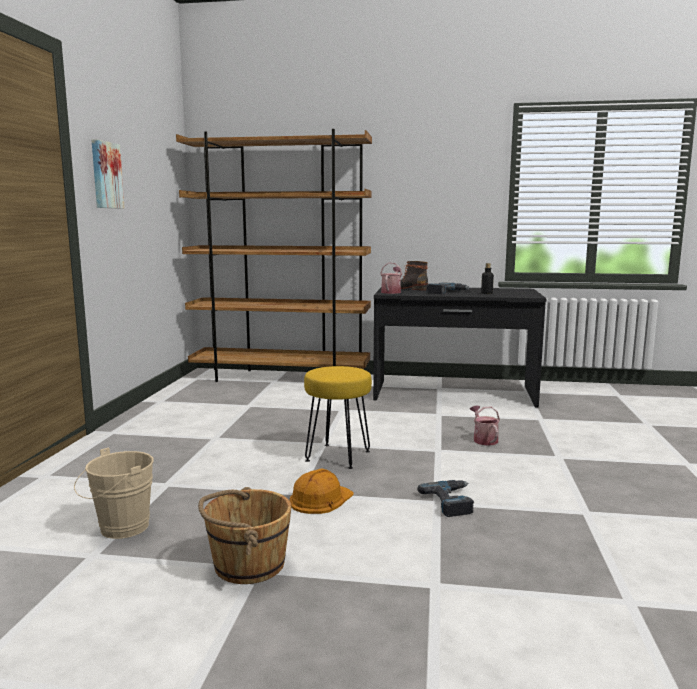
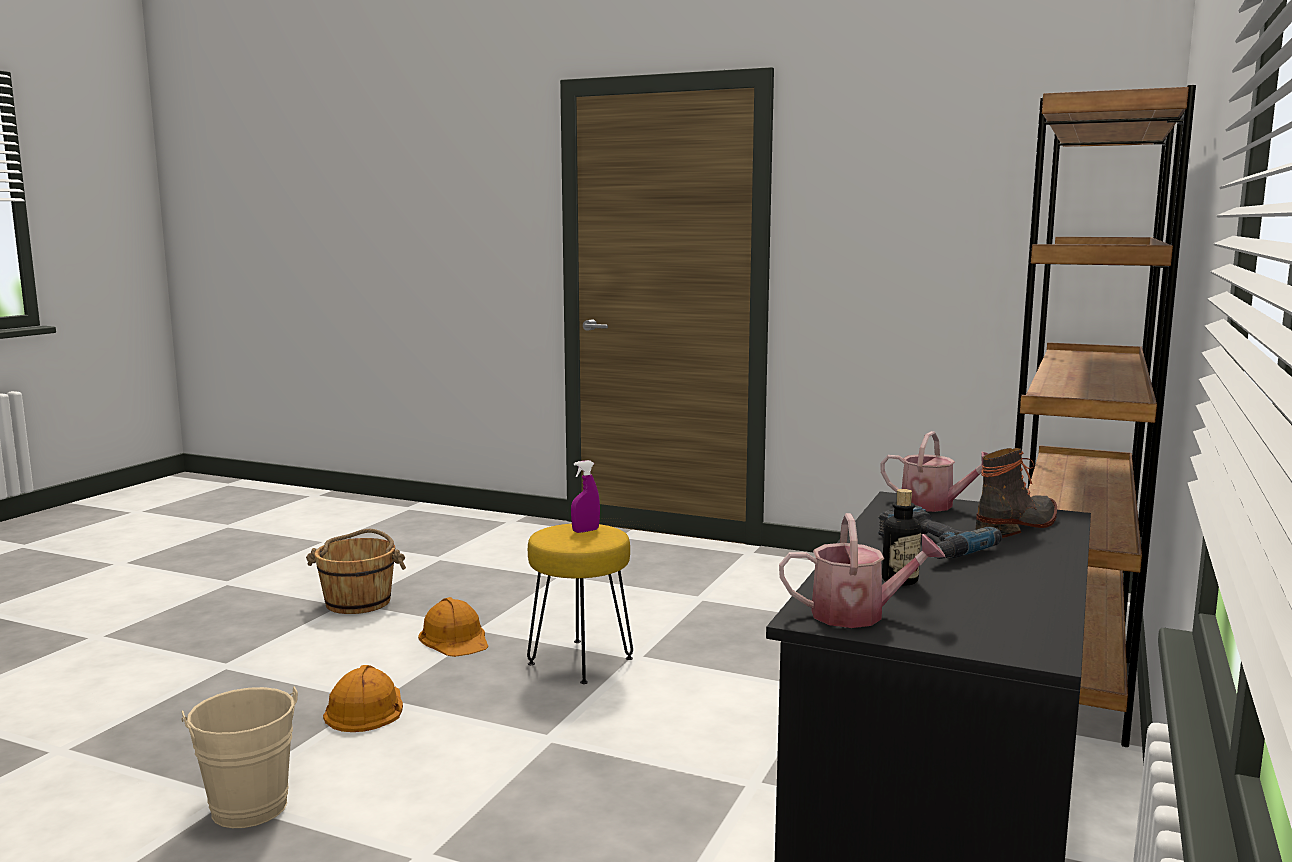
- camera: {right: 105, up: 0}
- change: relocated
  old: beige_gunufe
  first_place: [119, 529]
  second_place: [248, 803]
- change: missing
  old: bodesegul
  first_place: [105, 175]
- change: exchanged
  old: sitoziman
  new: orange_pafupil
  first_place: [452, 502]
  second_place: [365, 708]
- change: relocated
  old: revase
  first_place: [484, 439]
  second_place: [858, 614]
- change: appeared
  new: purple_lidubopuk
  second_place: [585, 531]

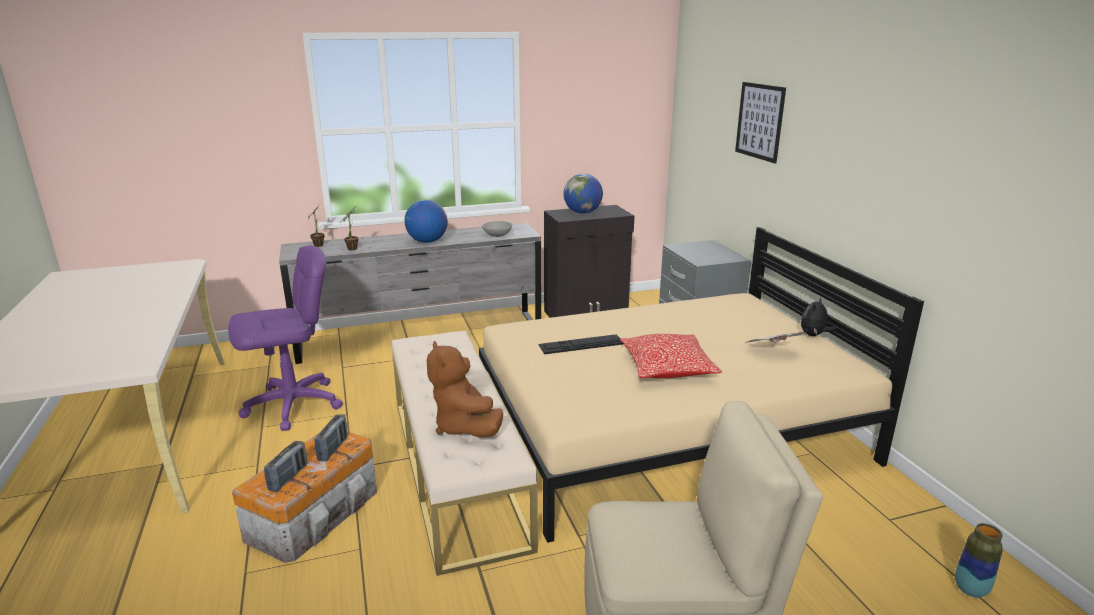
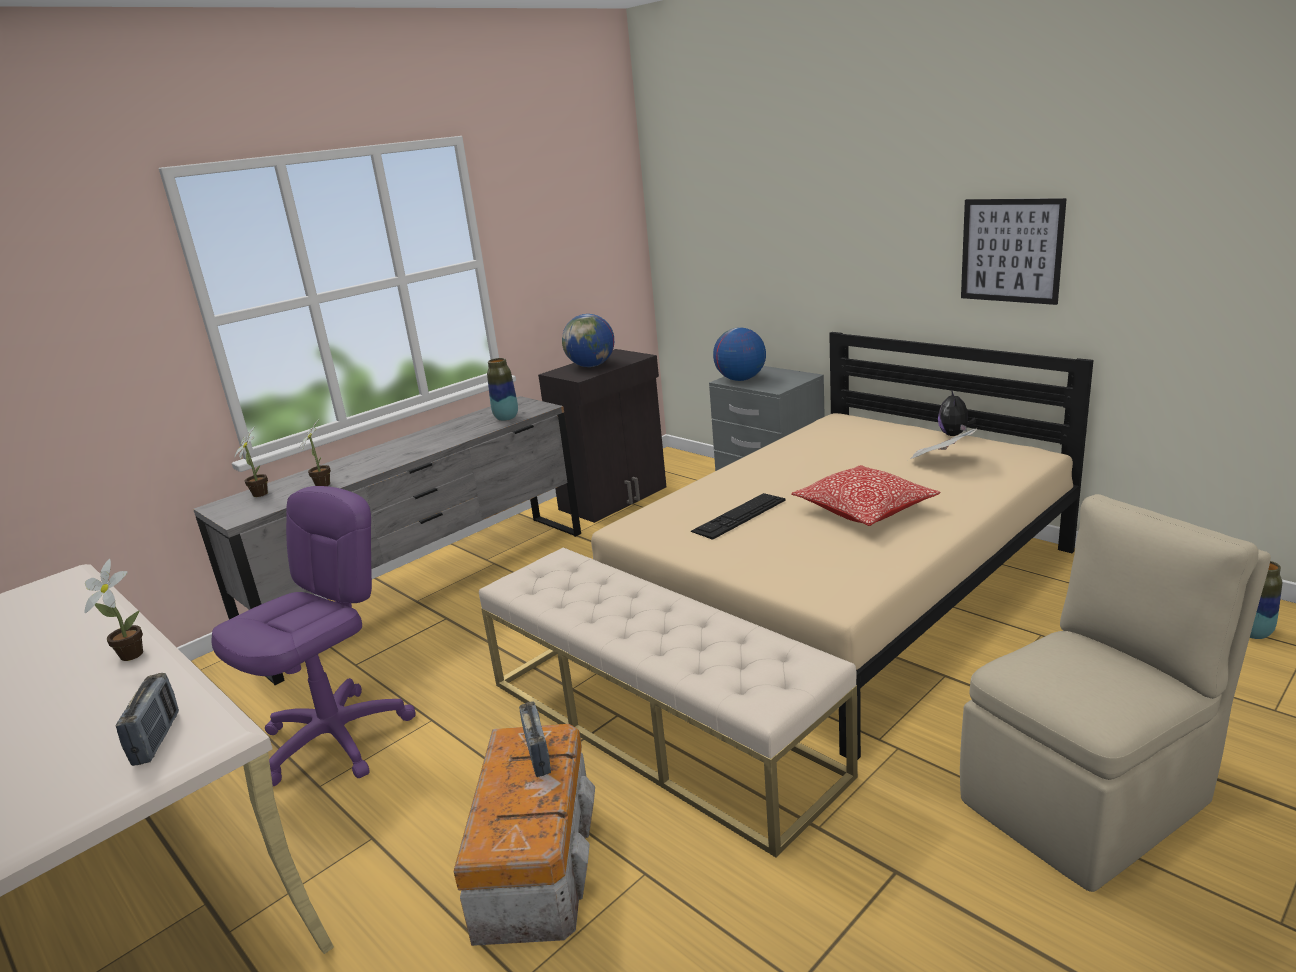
- camera: {right: -25, up: 0}
- change: relocated
  old: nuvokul
  first_place: [288, 477]
  second_place: [157, 738]
- change: relocated
  old: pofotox
  first_place: [427, 241]
  second_place: [740, 379]
- change: missing
  old: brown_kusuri
  first_place: [464, 427]
- change: exchanged
  old: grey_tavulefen
  new: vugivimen
  first_place: [497, 235]
  second_place: [506, 418]
- change: relocated
  old: bodesegul
  first_place: [759, 121]
  second_place: [1011, 250]
- change: appeared
  new: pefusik
  second_place: [130, 654]

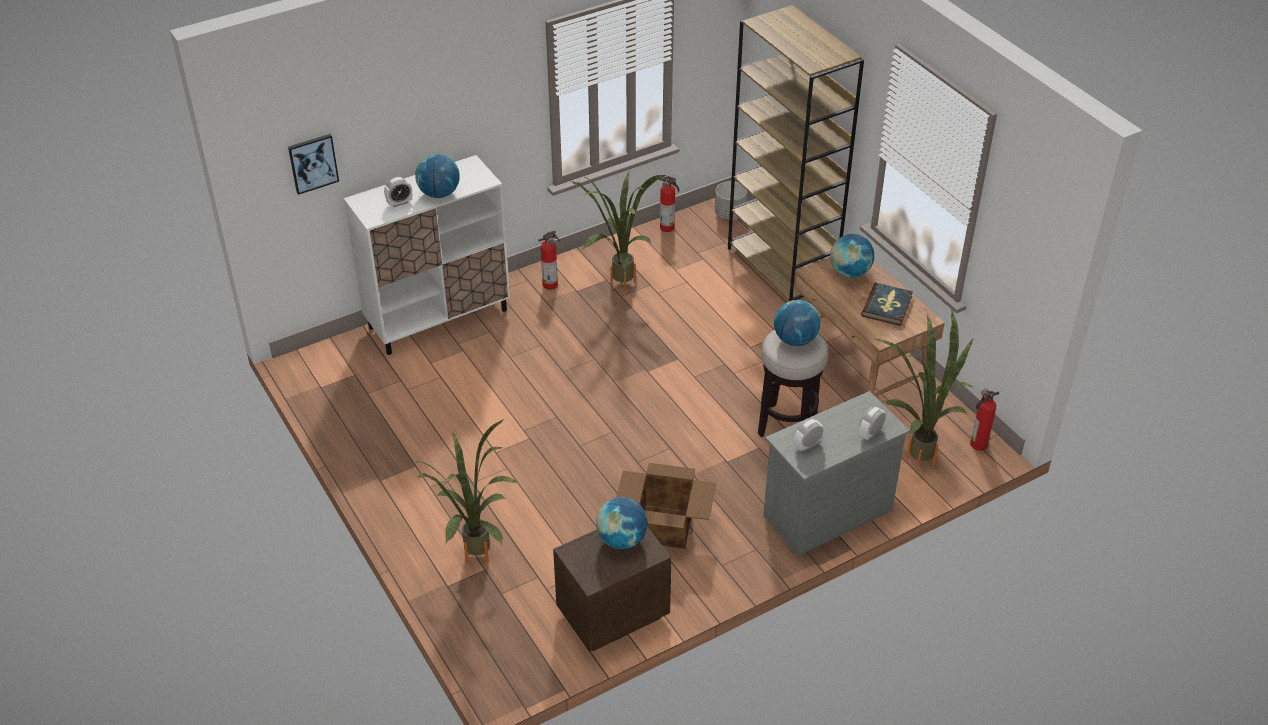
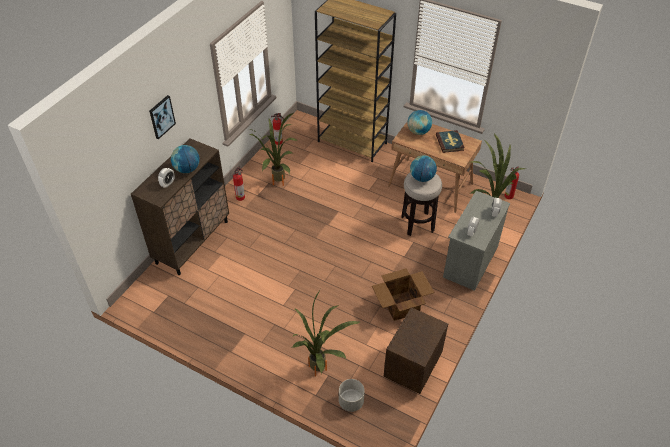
- camera: {right: -30, up: 5}
- change: relocated
  old: bodesegul
  first_place: [313, 163]
  second_place: [161, 117]
- change: colour
  old: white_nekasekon
  new: brown_nekasekon
  first_place: [438, 318]
  second_place: [192, 241]
- change: missing
  old: pofotox
  first_place: [621, 539]
- change: relocated
  old: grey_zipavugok
  first_place: [729, 214]
  second_place: [351, 402]

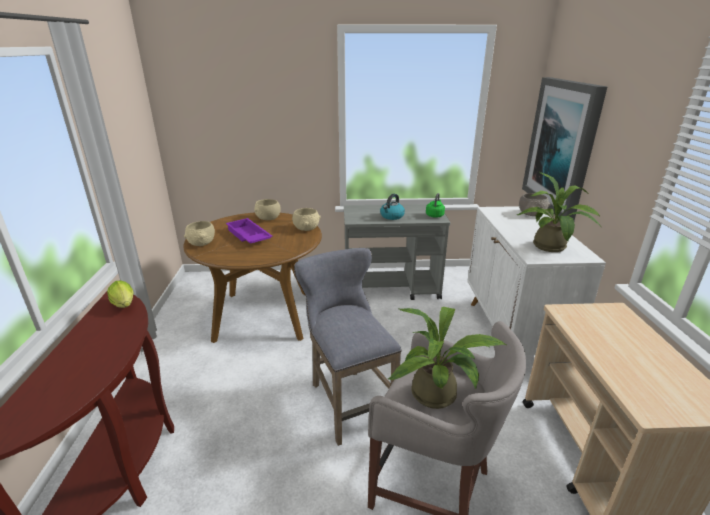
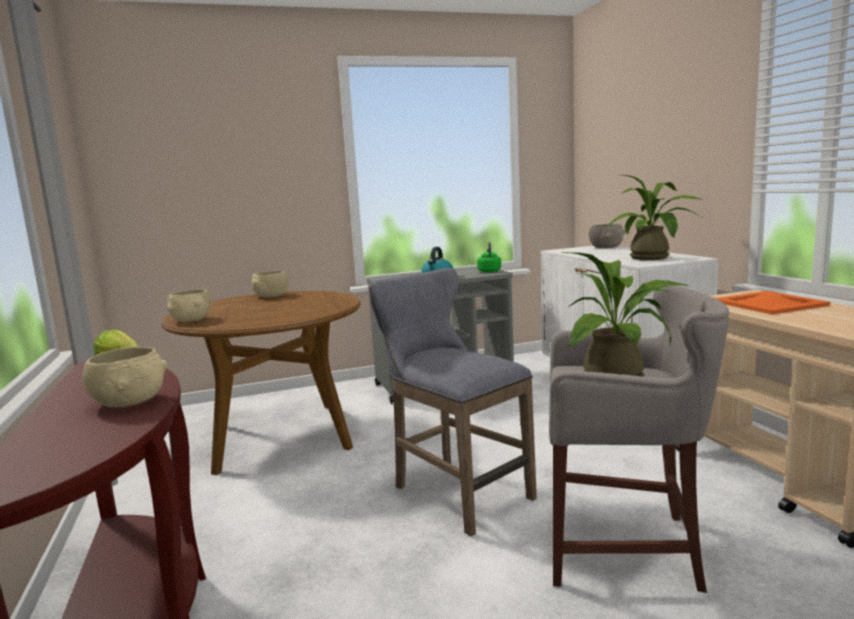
- camera: {right: -15, up: -15}
- change: missing
  old: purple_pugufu
  first_place: [248, 236]
- change: relocated
  old: beige_tavulefen
  first_place: [306, 228]
  second_place: [130, 401]
- change: missing
  old: bodesegul
  first_place: [561, 146]
- change: appeared
  new: orange_pugufu
  second_place: [769, 303]

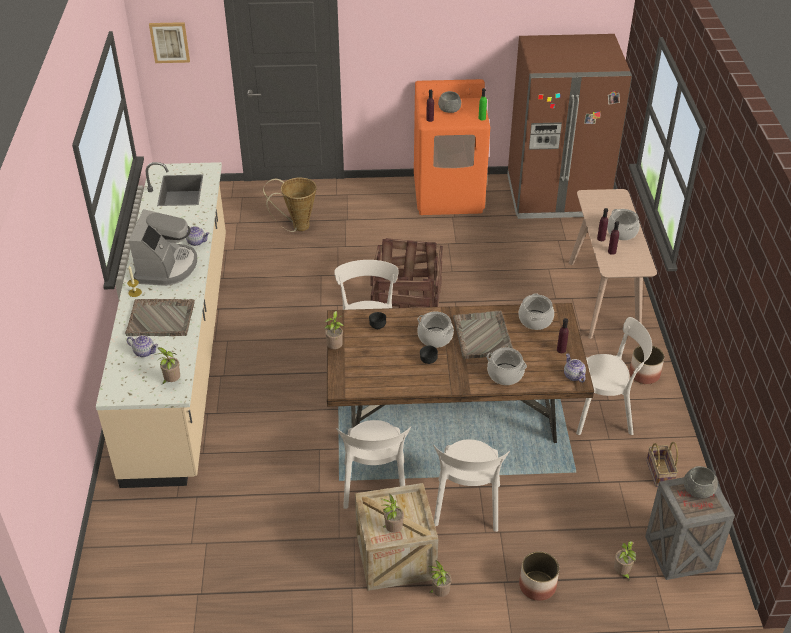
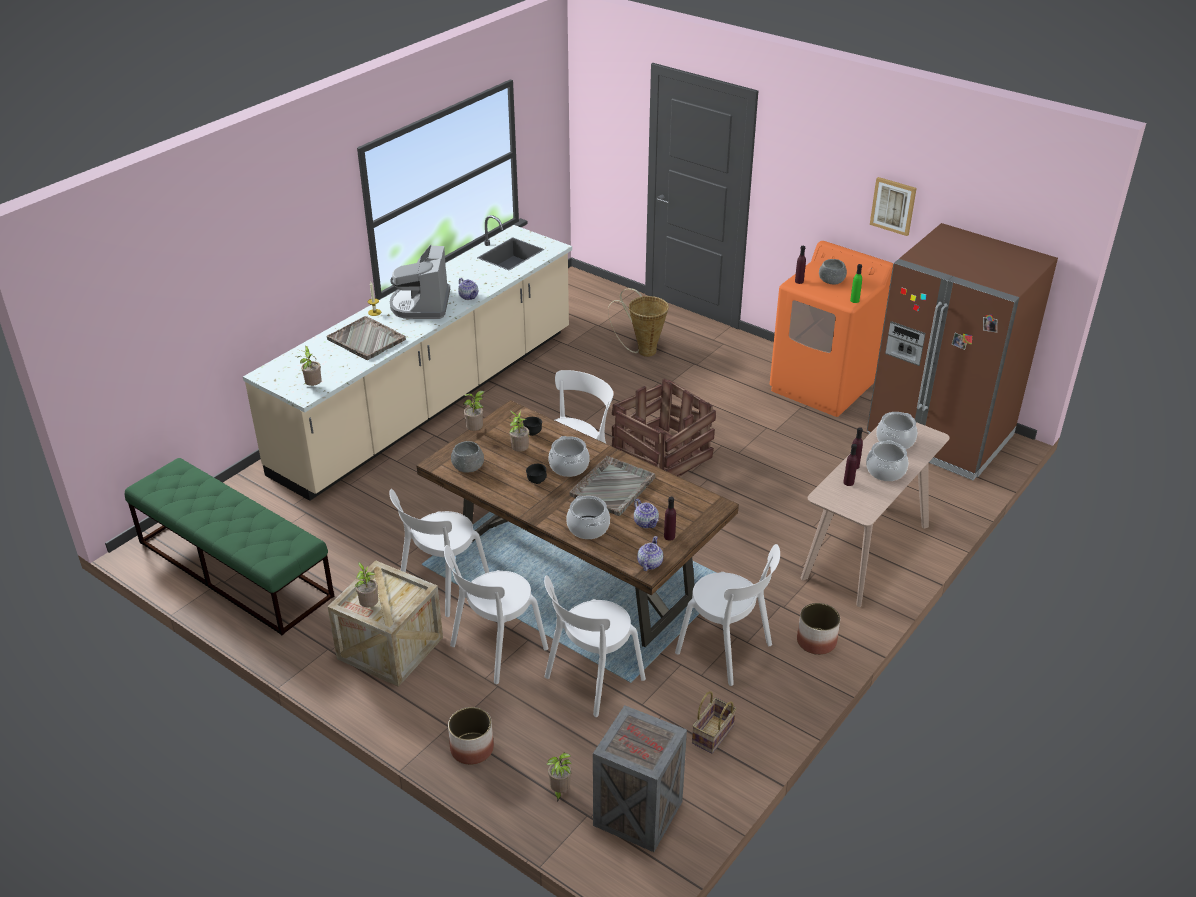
- camera: {right: 40, up: -5}
- change: relocated
  old: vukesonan
  first_place: [144, 352]
  second_place: [646, 523]
- change: spun
  old: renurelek
  first_place: [166, 267]
  second_place: [421, 305]
  degrees: 135
- change: relocated
  old: bodesegul
  first_place: [169, 42]
  second_place: [893, 205]
- change: relocated
  old: pefusik
  first_place: [439, 593]
  second_place: [519, 451]
- change: relocated
  old: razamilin
  first_place: [535, 320]
  second_place: [895, 441]
- change: relocated
  old: grey_tavulefen
  first_place: [698, 490]
  second_place: [468, 467]
- change: appeared
  new: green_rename
  second_place: [234, 568]
- change: appeared
  new: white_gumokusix
  second_place: [591, 680]

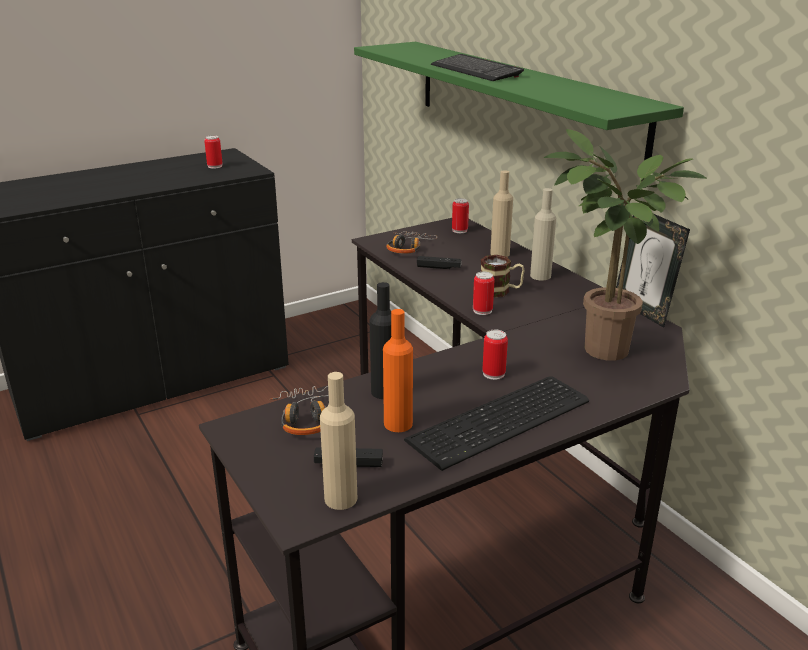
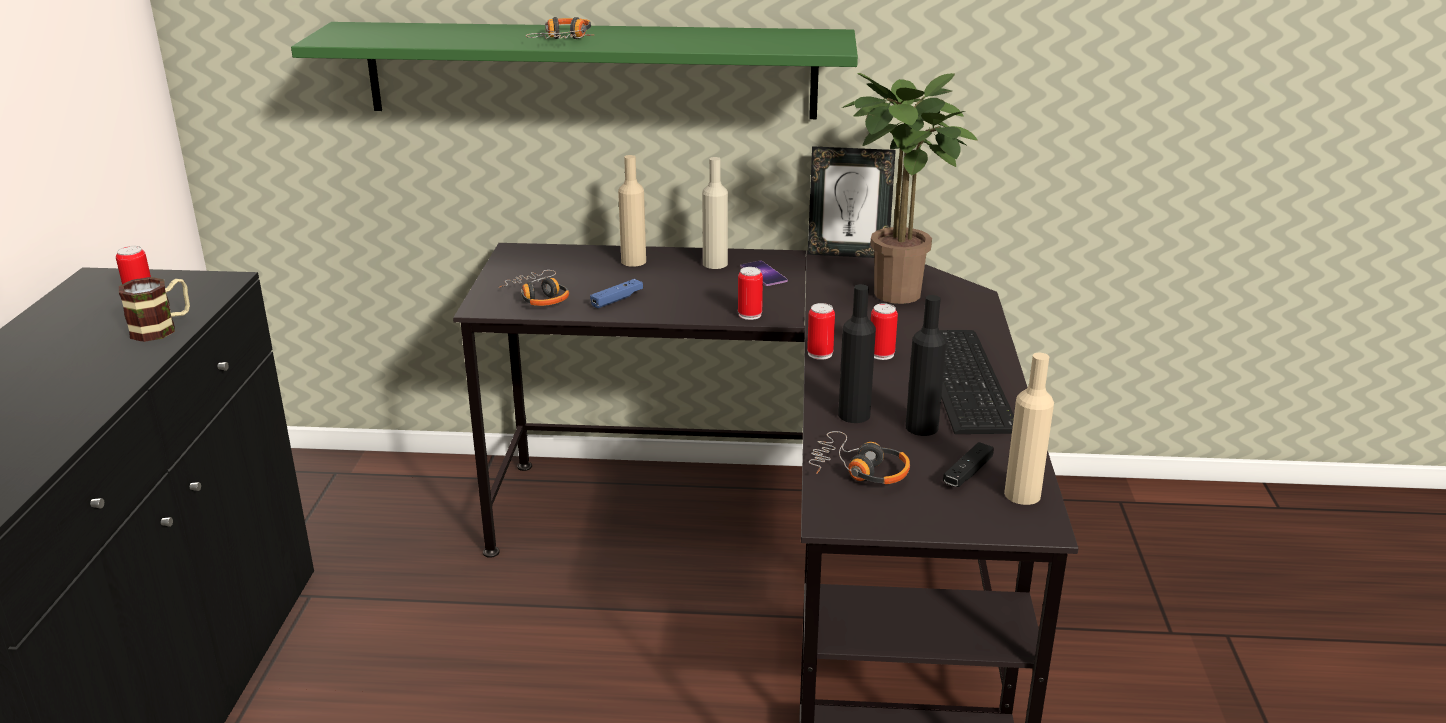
- camera: {right: -55, up: 0}
- change: colour
  old: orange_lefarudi
  new: black_lefarudi
  first_place: [398, 424]
  second_place: [921, 427]
- change: colour
  old: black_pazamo
  new: blue_pazamo
  first_place: [439, 267]
  second_place: [617, 299]
- change: exchanged
  old: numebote
  new: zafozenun
  first_place: [475, 70]
  second_place: [565, 40]
- change: relocated
  old: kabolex
  first_place: [459, 230]
  second_place: [820, 354]
- change: relocated
  old: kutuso
  first_place: [500, 291]
  second_place: [162, 328]
- change: appeared
  new: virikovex
  second_place: [763, 273]

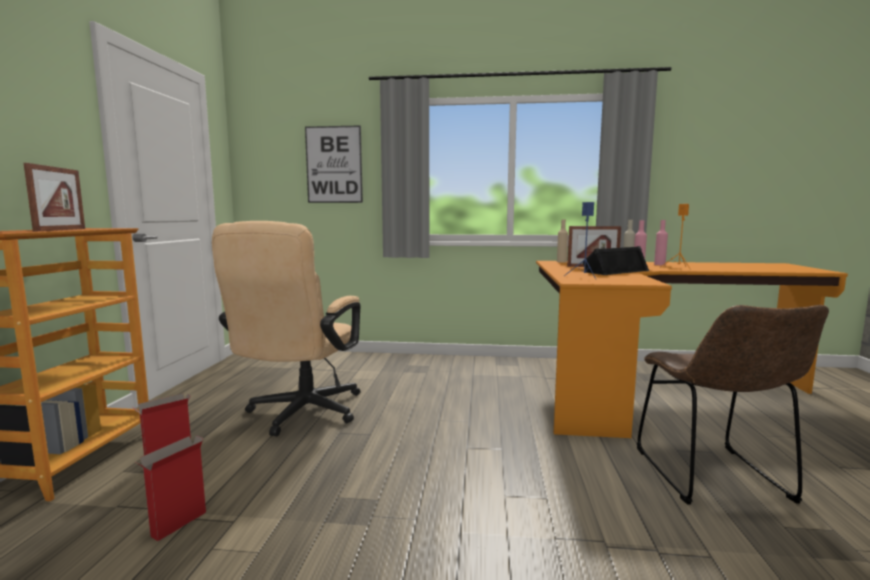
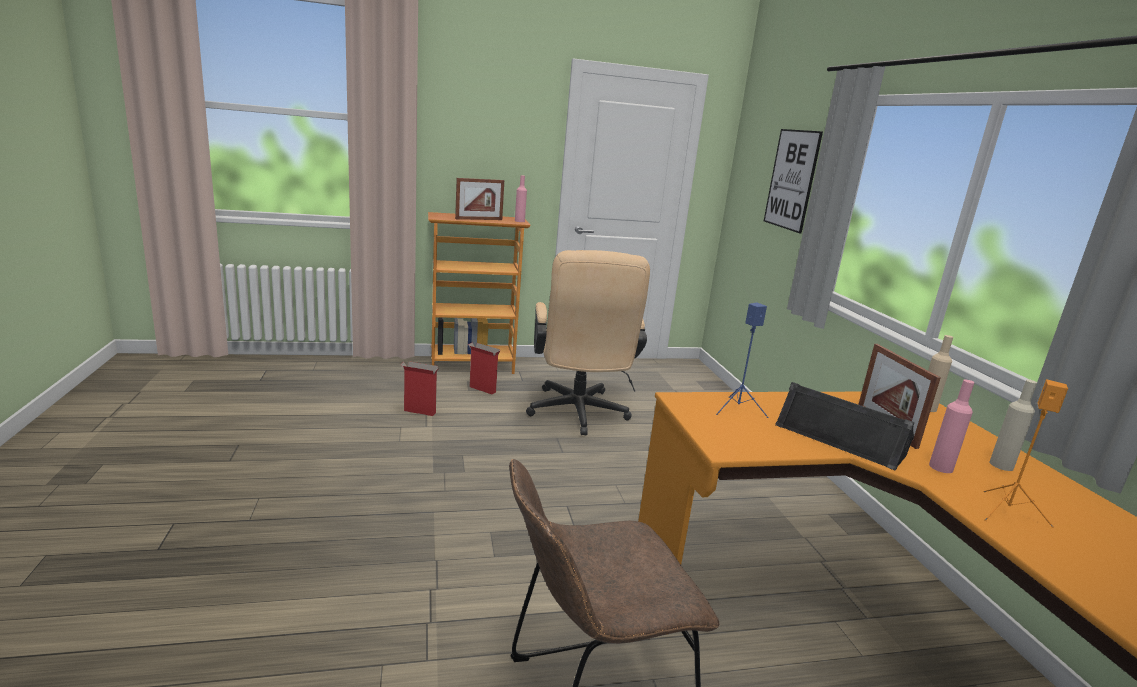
- camera: {right: 70, up: 10}
- change: spun
  old: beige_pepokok
  first_place: [300, 414]
  second_place: [578, 415]
  degrees: -90
- change: relocated
  old: pink_lefarudi
  first_place: [659, 264]
  second_place: [519, 221]

